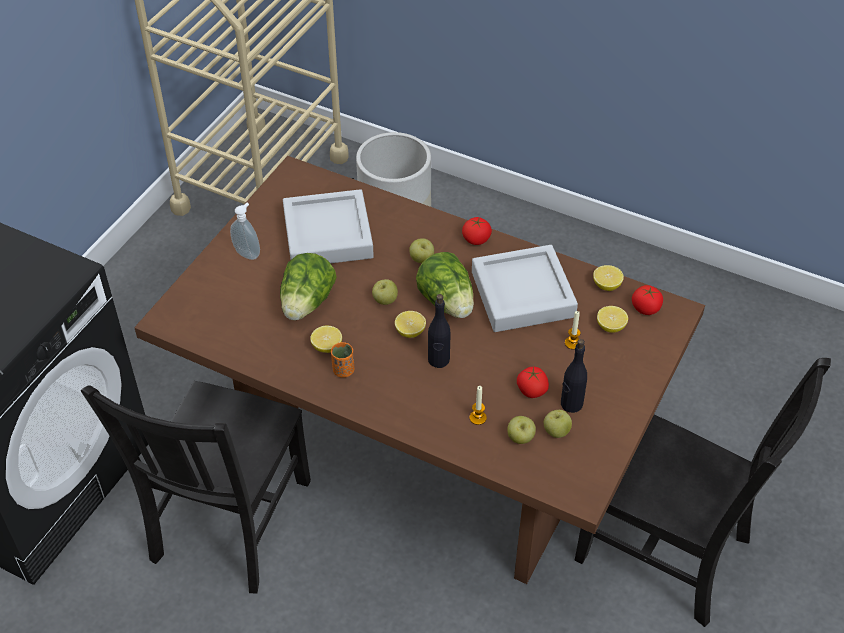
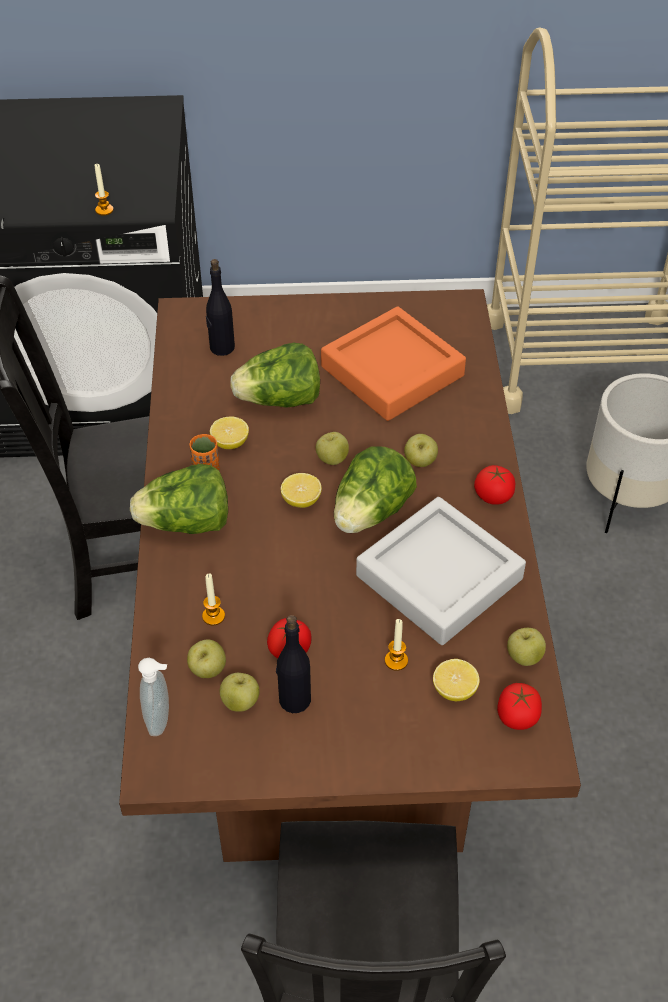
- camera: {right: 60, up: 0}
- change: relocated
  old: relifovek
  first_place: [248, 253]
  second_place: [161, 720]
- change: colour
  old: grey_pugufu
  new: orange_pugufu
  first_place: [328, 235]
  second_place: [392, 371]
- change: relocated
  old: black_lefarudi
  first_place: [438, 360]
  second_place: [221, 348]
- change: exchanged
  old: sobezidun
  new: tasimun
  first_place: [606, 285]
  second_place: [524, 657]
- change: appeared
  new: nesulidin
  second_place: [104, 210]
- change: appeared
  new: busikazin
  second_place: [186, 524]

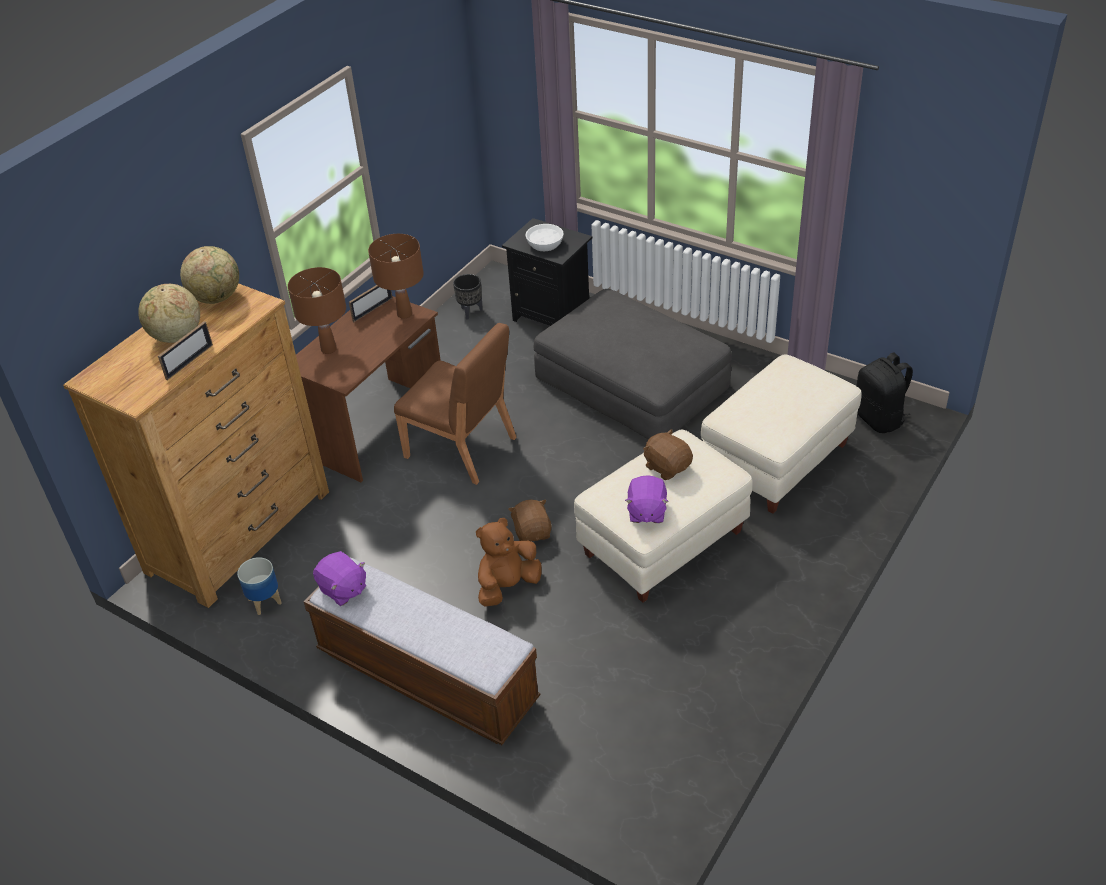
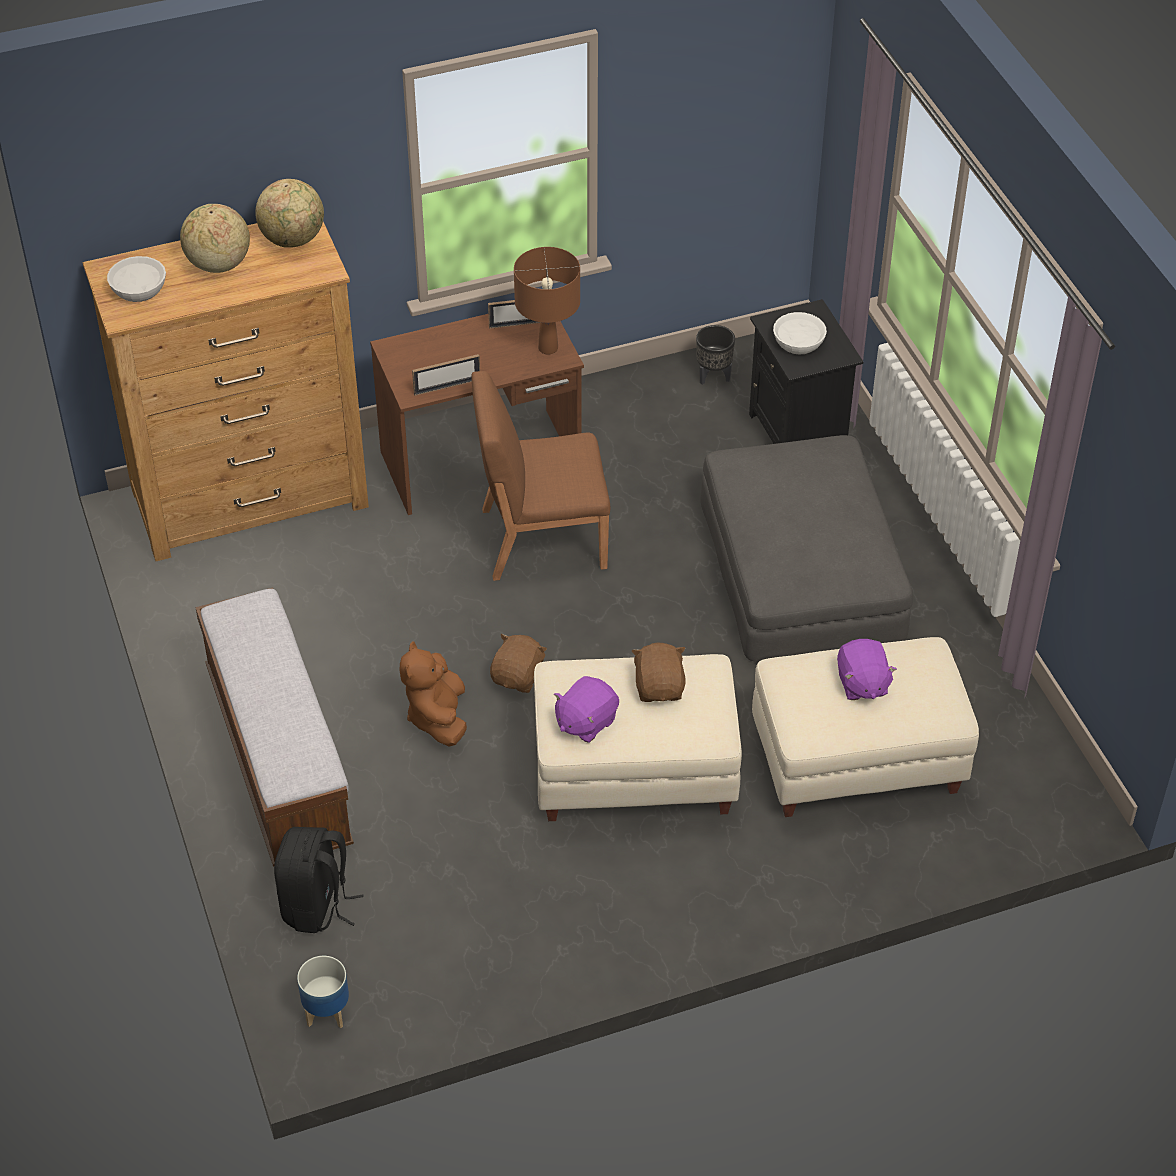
- camera: {right: 35, up: 5}
- change: relocated
  old: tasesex
  first_place: [189, 362]
  second_place: [447, 386]
- change: relocated
  old: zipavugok
  first_place: [264, 601]
  second_place: [327, 1011]
- change: missing
  old: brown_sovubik
  first_place: [328, 349]
- change: relocated
  old: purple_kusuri
  first_place: [343, 589]
  second_place: [862, 684]
- change: spun
  old: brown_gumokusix
  first_place: [461, 448]
  second_place: [541, 538]
  degrees: 105
- change: spun
  old: brown_kusuri
  first_place: [507, 586]
  second_place: [438, 717]
  degrees: -90
- change: relocated
  old: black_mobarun
  first_place: [879, 419]
  second_place: [317, 906]
- change: appeared
  new: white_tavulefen
  second_place: [139, 288]

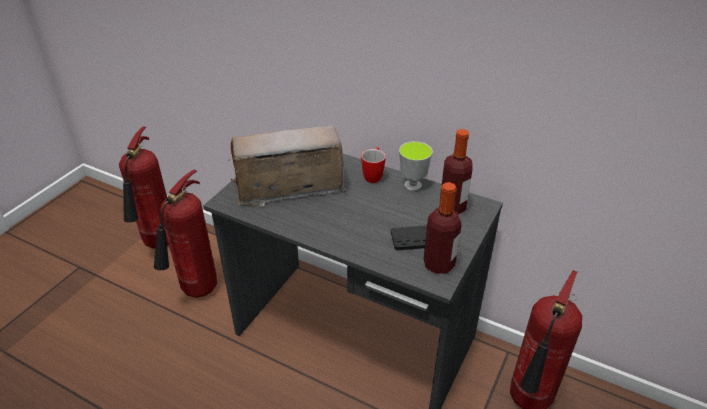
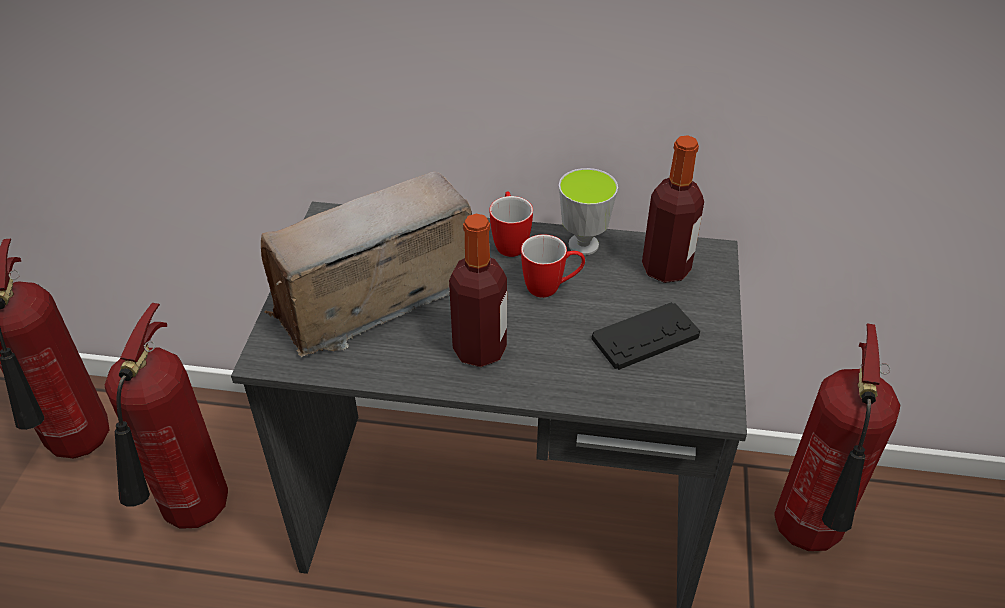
- camera: {right: -20, up: 5}
- change: relocated
  old: lefarudi
  first_place: [439, 264]
  second_place: [479, 350]
- change: appeared
  new: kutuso
  second_place: [551, 288]

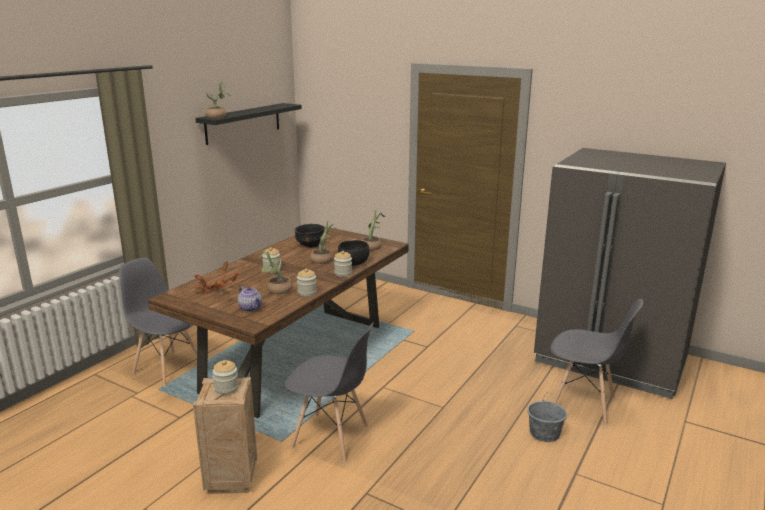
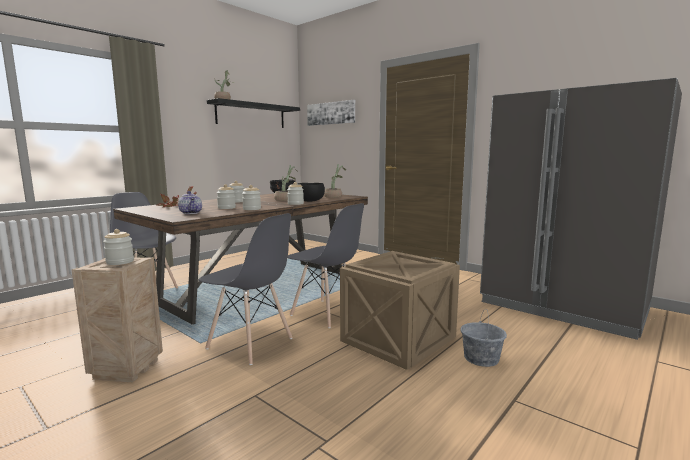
- camera: {right: 10, up: -10}
- change: exchanged
  old: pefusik
  new: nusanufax
  first_place: [276, 290]
  second_place: [226, 208]
- change: relocated
  old: grey_gumokusix
  first_place: [583, 404]
  second_place: [326, 313]
- change: appeared
  new: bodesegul
  second_place: [331, 113]
- change: appeared
  new: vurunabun
  second_place: [399, 340]

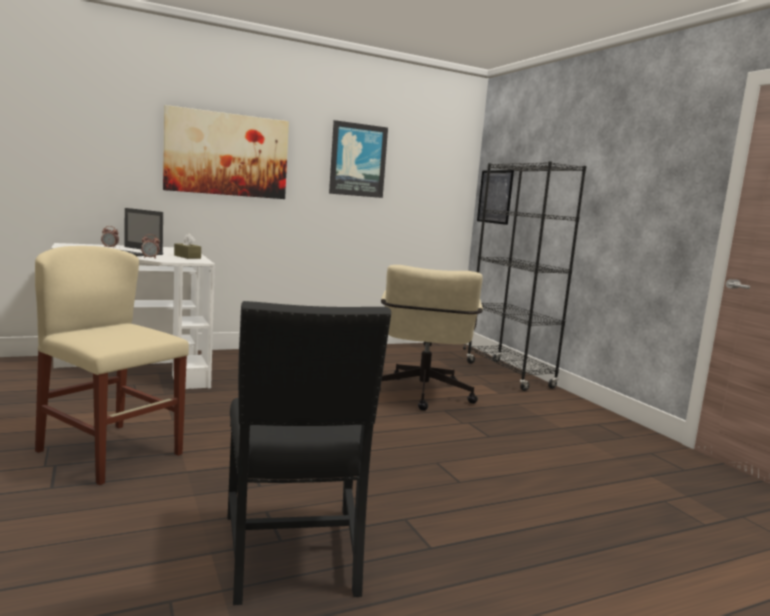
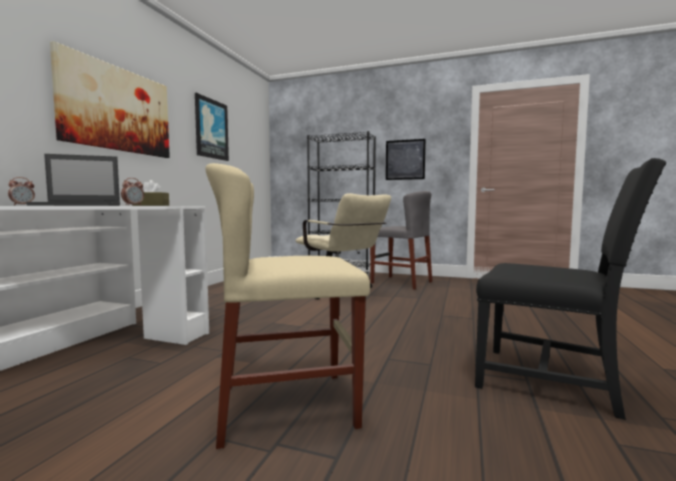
- camera: {right: -45, up: -5}
- change: relocated
  old: bodesegul
  first_place: [495, 196]
  second_place: [405, 159]
- change: appeared
  new: grey_gumokusix
  second_place: [401, 282]

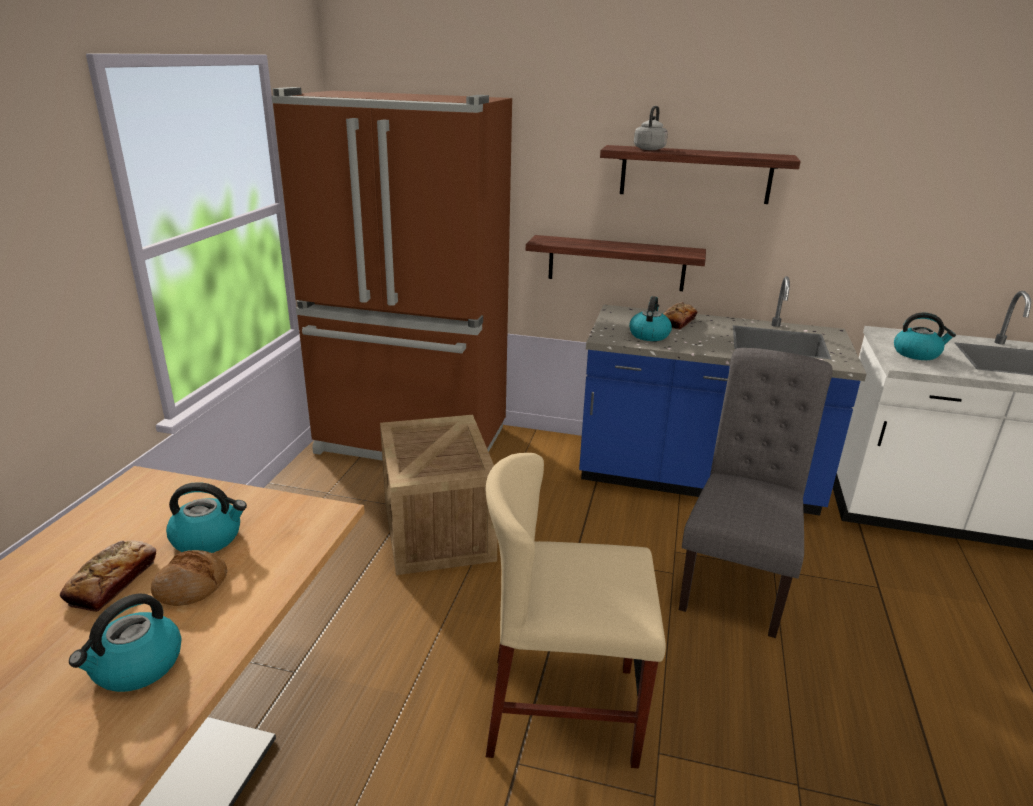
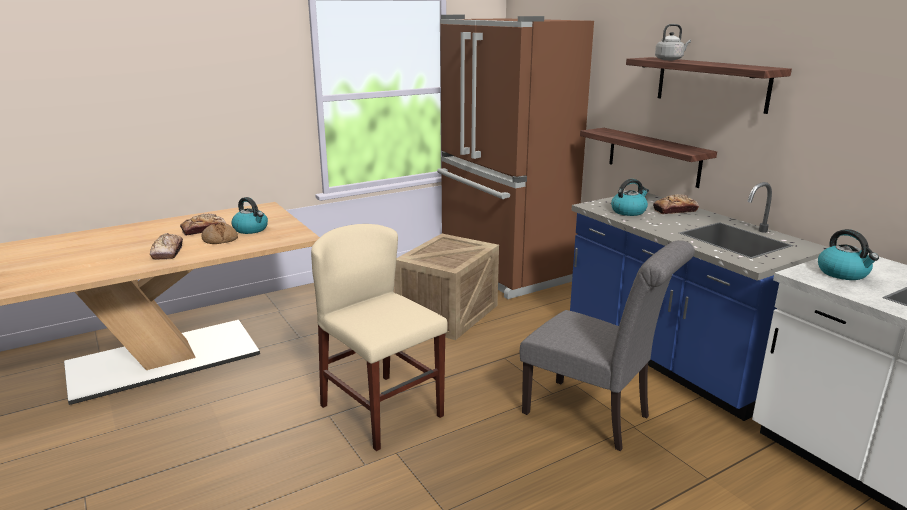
- camera: {right: 45, up: -5}
- change: exchanged
  old: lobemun
  new: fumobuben
  first_place: [136, 666]
  second_place: [168, 252]
- change: spun
  old: grey_gumokusix
  first_place: [736, 578]
  second_place: [593, 416]
  degrees: 60

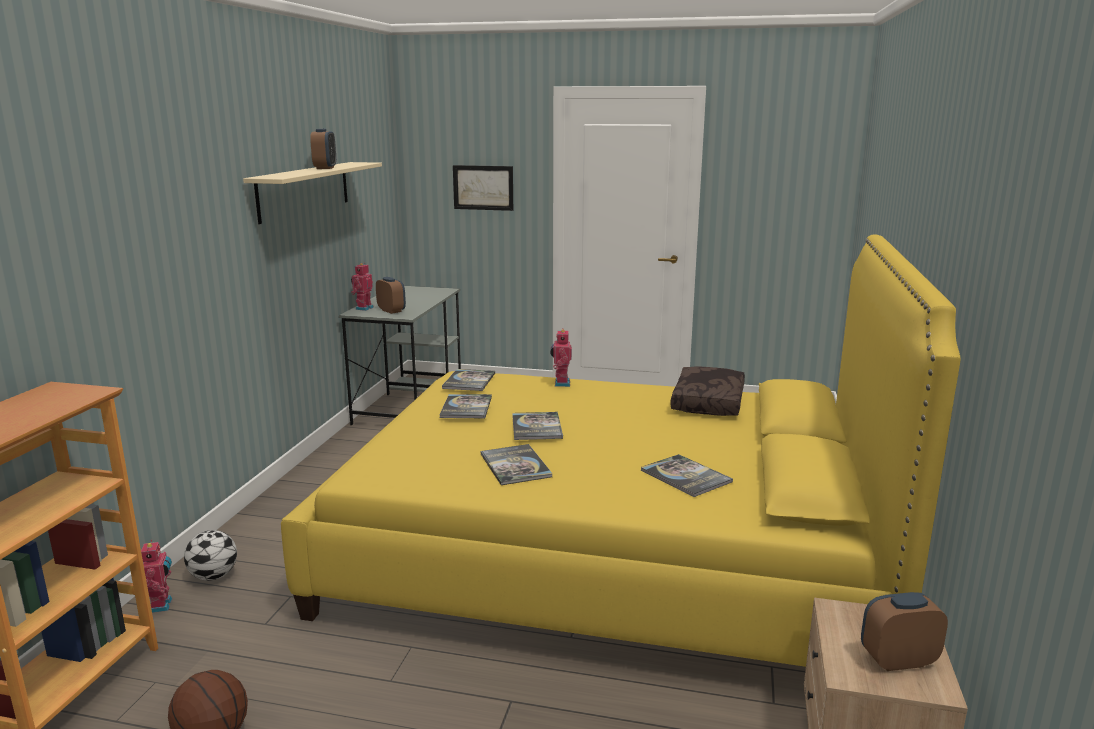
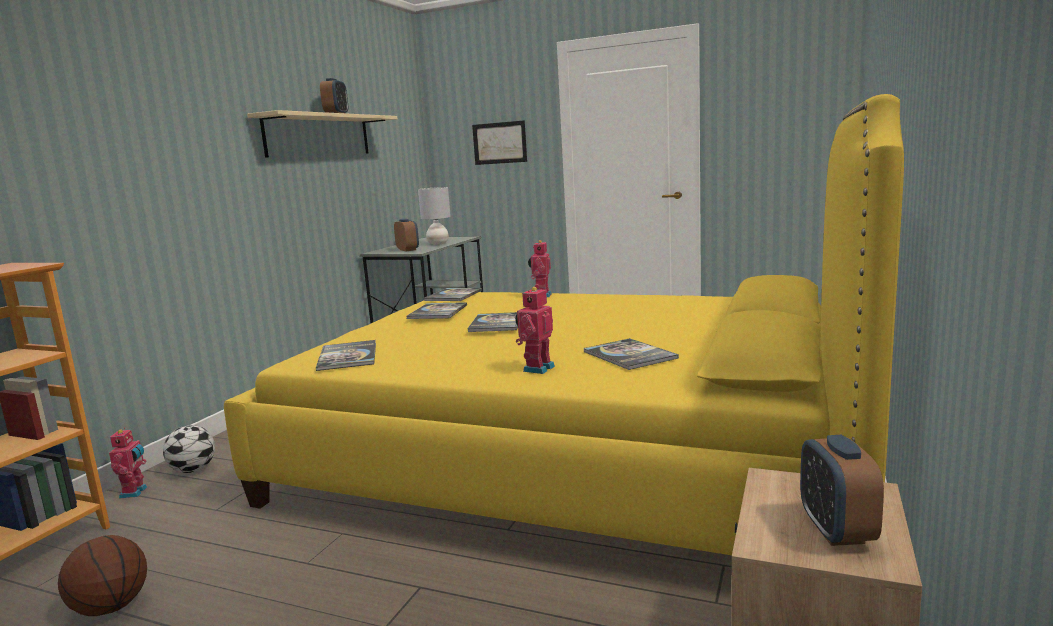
- camera: {right: 10, up: -5}
- change: relocated
  old: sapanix
  first_place: [363, 308]
  second_place: [537, 368]
- change: relocated
  old: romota
  first_place: [515, 465]
  second_place: [347, 356]
- change: missing
  old: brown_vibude
  first_place: [709, 402]
- change: spun
  old: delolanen
  first_place: [898, 660]
  second_place: [836, 530]
  degrees: -90
- change: appeared
  new: grey_sovubik
  second_place: [438, 243]

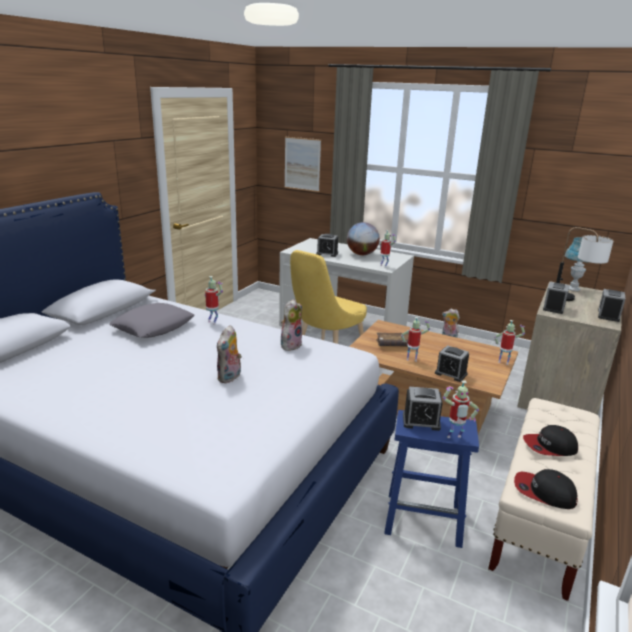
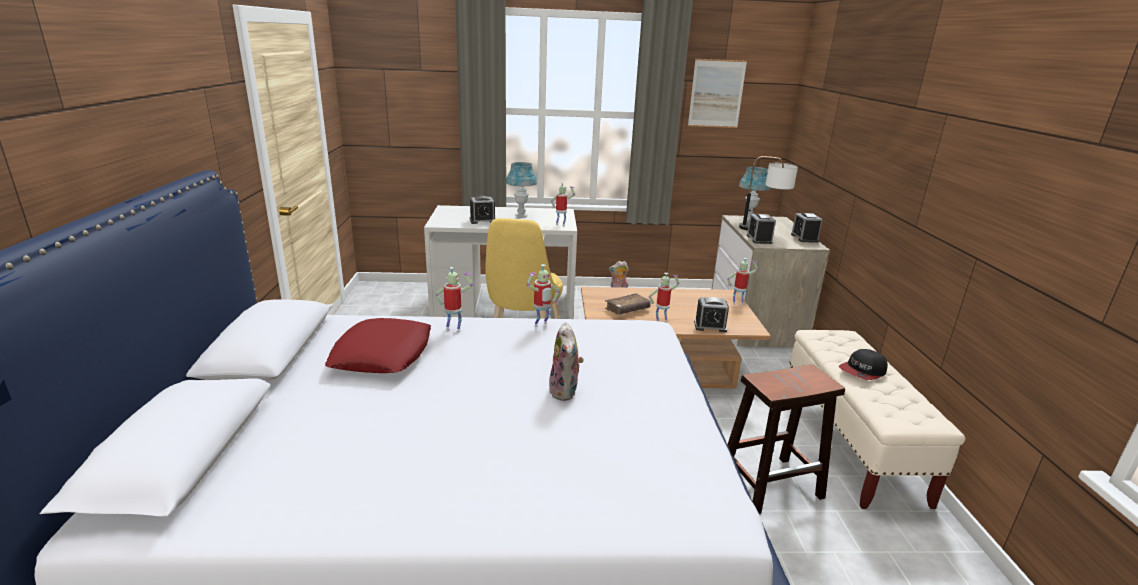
- camera: {right: -30, up: 0}
- change: colour
  old: grey_vibude
  new: red_vibude
  first_place: [154, 326]
  second_place: [382, 354]
- change: missing
  old: kusuri
  first_place: [290, 345]
- change: relocated
  old: bodesegul
  first_place: [302, 164]
  second_place: [716, 94]
- change: exchanged
  old: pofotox
  new: blue_sovubik
  first_place: [362, 254]
  second_place: [521, 215]
- change: colour
  old: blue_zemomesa
  new: brown_zemomesa
  first_place: [425, 519]
  second_place: [771, 484]
- change: missing
  old: delolanen
  first_place: [421, 421]
- change: relocated
  old: sapanix
  first_place: [454, 438]
  second_place: [541, 325]
- change: missing
  old: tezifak
  first_place: [544, 492]

